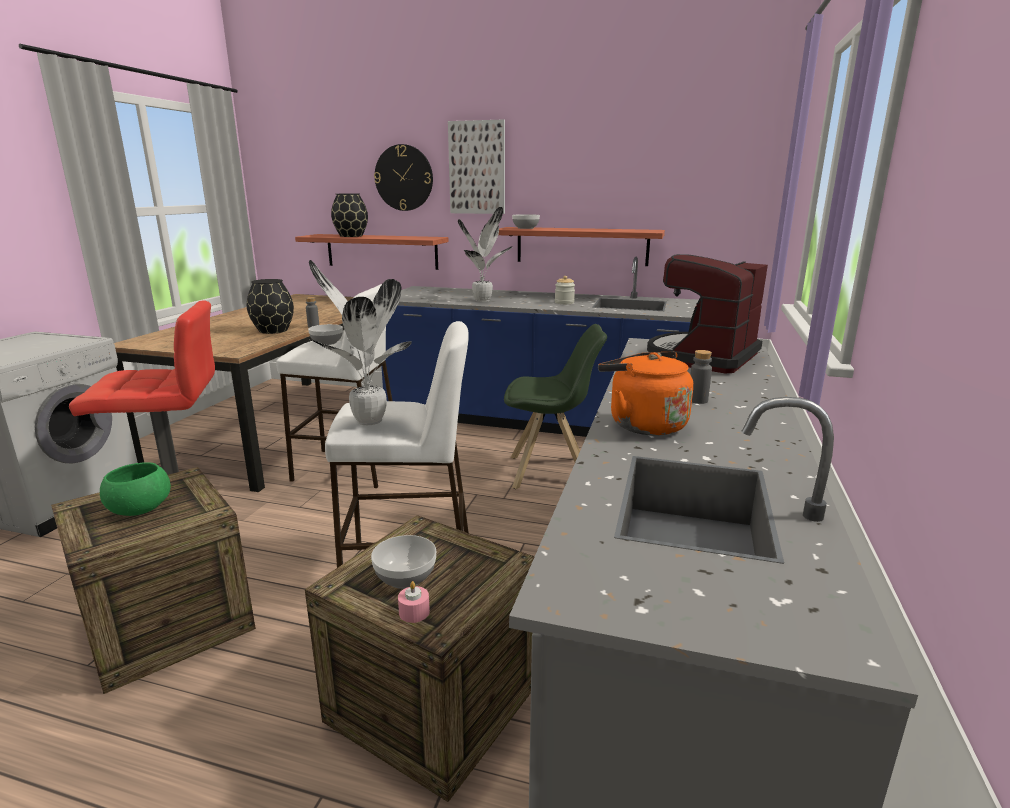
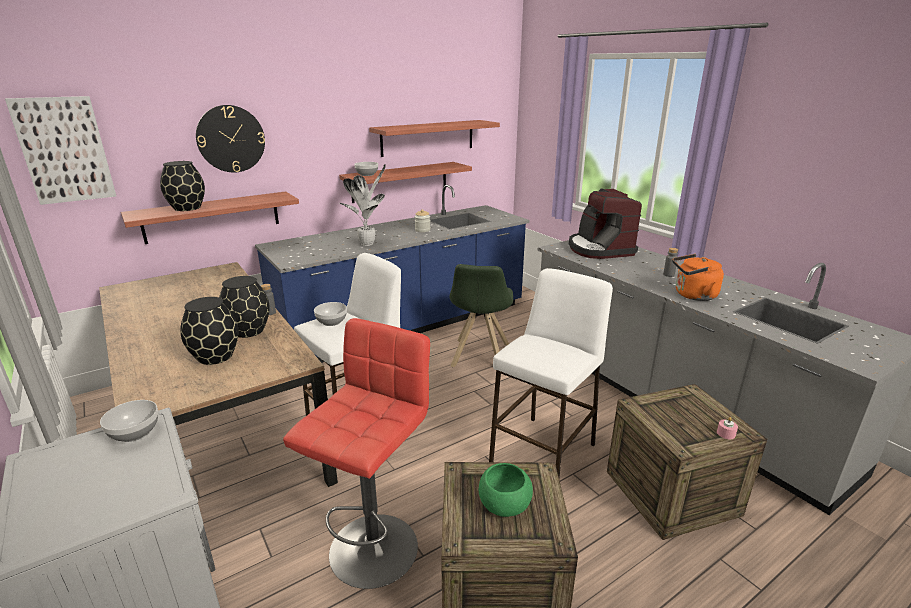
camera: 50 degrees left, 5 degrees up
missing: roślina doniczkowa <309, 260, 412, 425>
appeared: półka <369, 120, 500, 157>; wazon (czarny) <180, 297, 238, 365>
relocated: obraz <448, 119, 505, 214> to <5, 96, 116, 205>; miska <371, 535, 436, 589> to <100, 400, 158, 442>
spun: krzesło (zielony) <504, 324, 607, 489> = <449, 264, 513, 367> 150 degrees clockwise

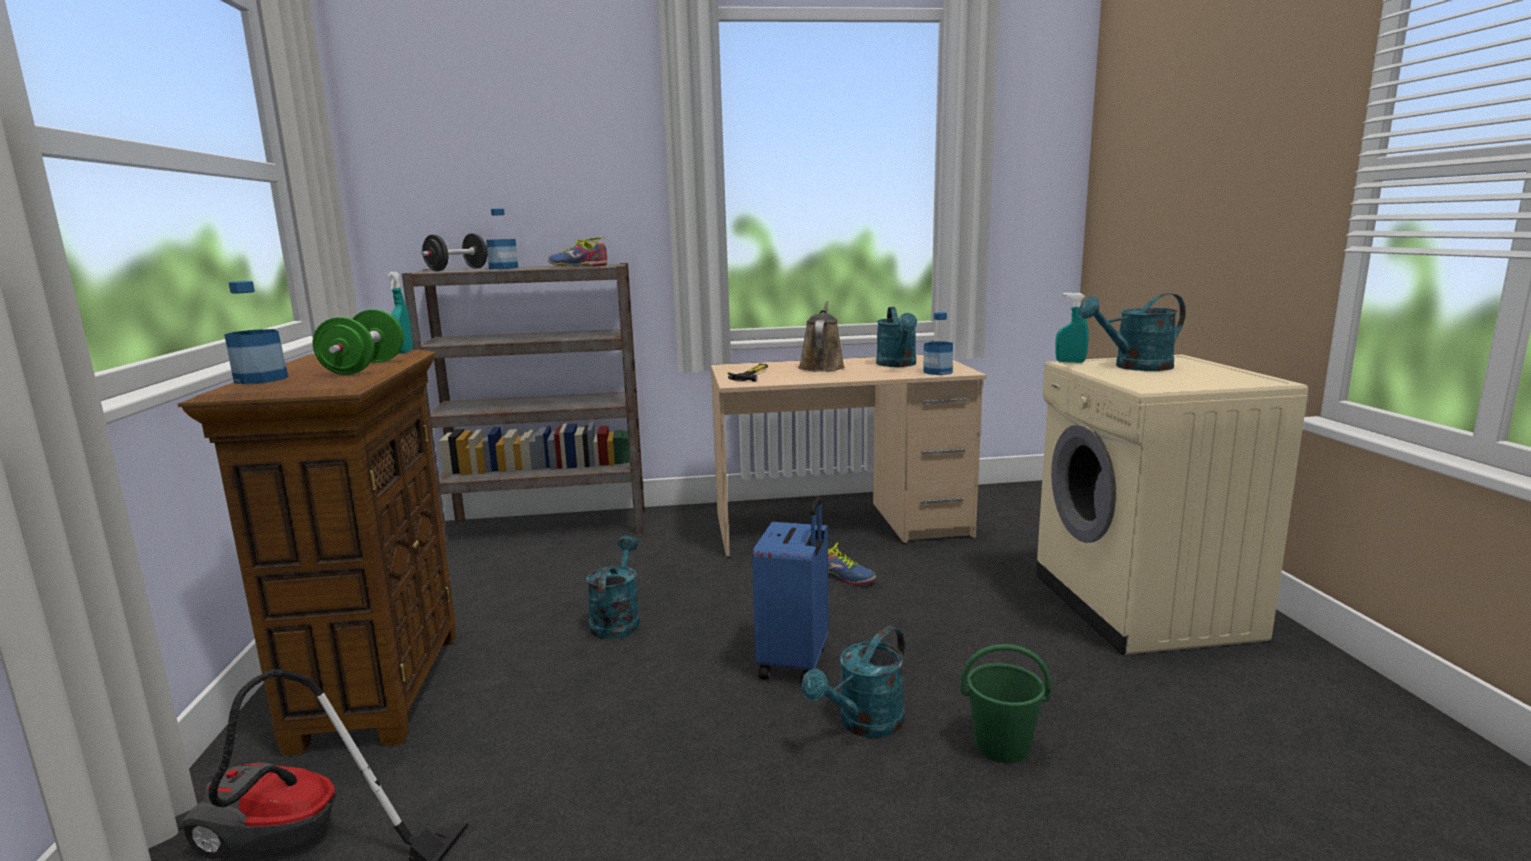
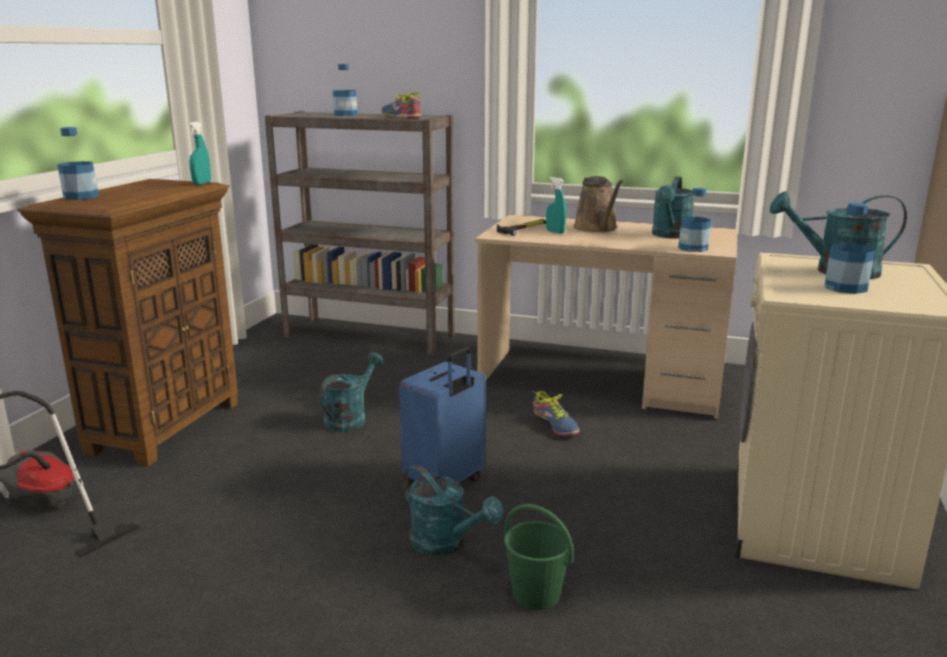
camera: 25 degrees right, 5 degrees up
missing: hantel (czarny) <421, 234, 487, 271>; hantel (zielony) <313, 309, 404, 375>
appeared: butelka <825, 203, 875, 294>
relocated: spryskiwacz (turkusowy) <1055, 293, 1089, 363> to <546, 177, 566, 234>
spun: konewka (brązowy) <798, 301, 845, 372> = <573, 176, 623, 232> 135 degrees clockwise; konewka (turkusowy) <802, 626, 905, 738> = <402, 465, 503, 556> 120 degrees counterclockwise

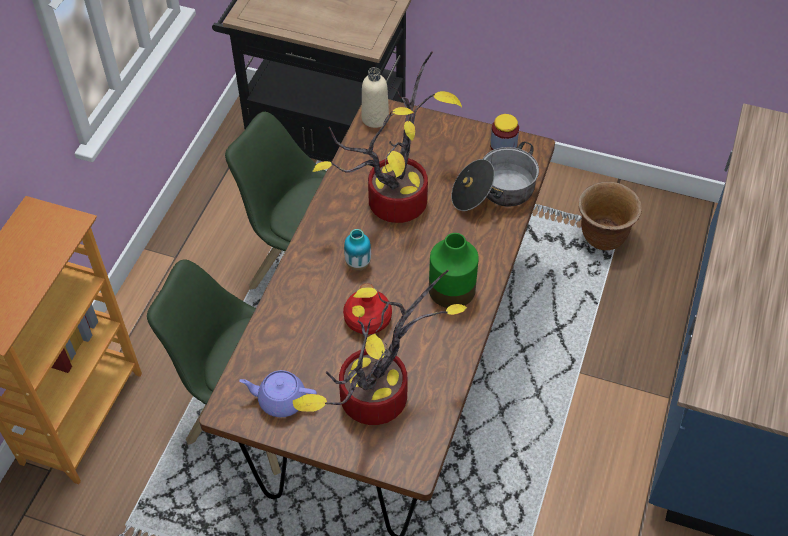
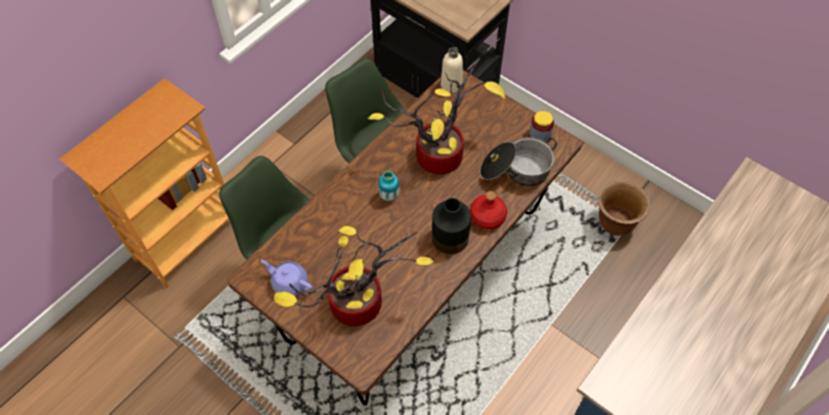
camera: 20 degrees right, 5 degrees up
relocated: butelka (czerwony) <343, 283, 392, 334> to <470, 191, 507, 229>
colour: wazon (zielony) <429, 233, 479, 308> to wazon (czarny) <432, 198, 471, 254>

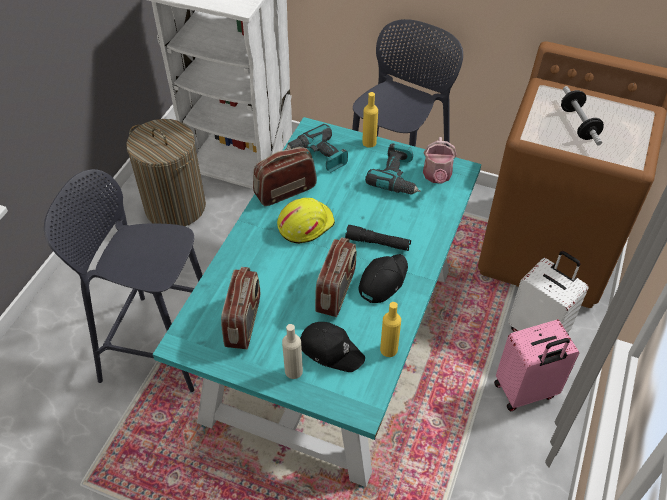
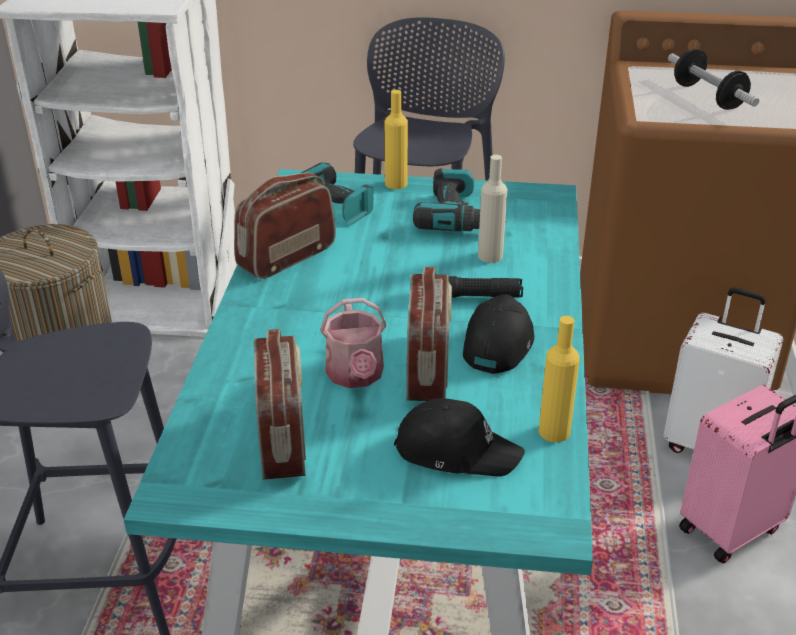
camera: 15 degrees left, 15 degrees down
missing: kask (żółty) <277, 198, 335, 244>
relocated: konewka <423, 137, 457, 183> to <320, 298, 387, 388>; butelka (beżowy) <282, 324, 303, 379> to <478, 155, 507, 263>

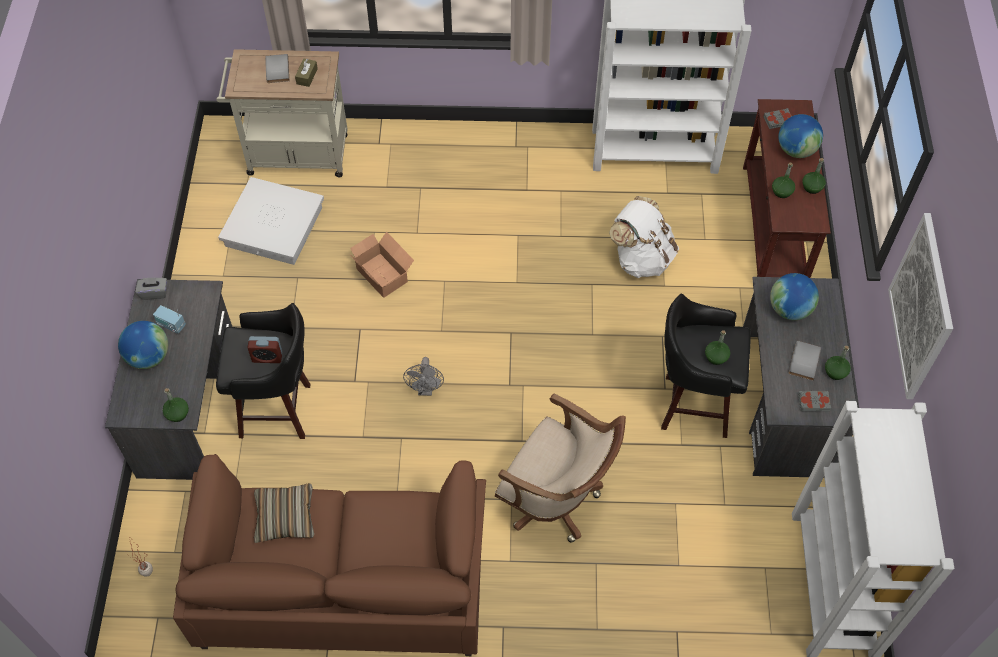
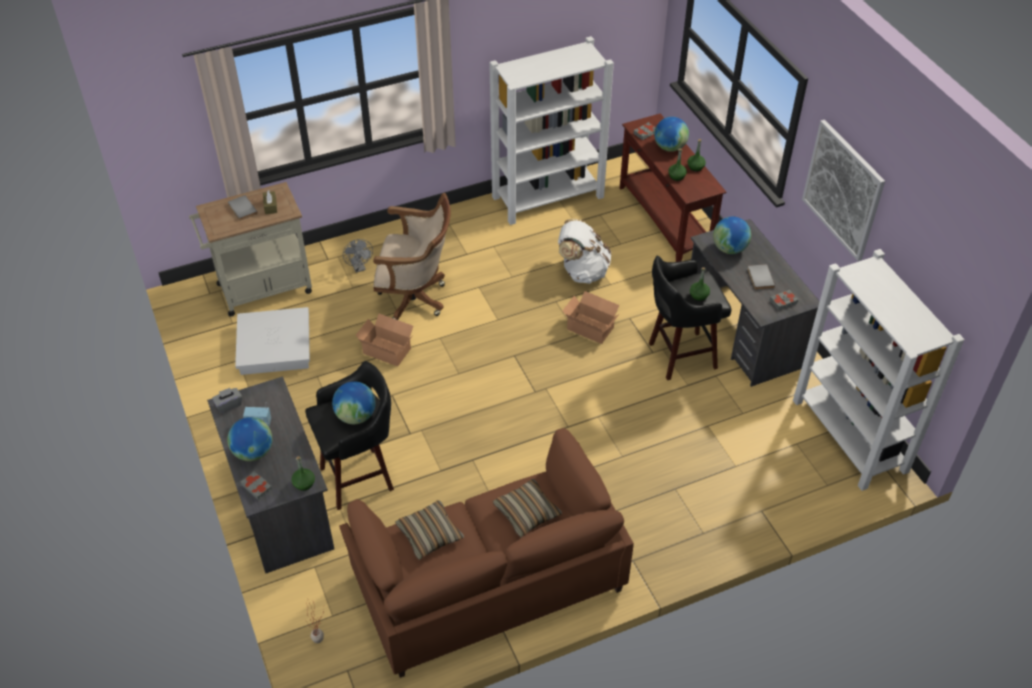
camera: 25 degrees left, 10 degrees down
missing: butelka (zielony) <825, 346, 851, 380>
appeared: karton <563, 291, 619, 344>; książka (szary) <240, 471, 272, 500>; poduszka <493, 479, 562, 537>
relocated: wentylator (szary) <403, 357, 444, 396> to <343, 239, 373, 273>; krzesło biurowe <495, 394, 626, 542> to <373, 193, 451, 320>
exchanged: budzik <248, 336, 282, 363> to globus <332, 381, 376, 424>

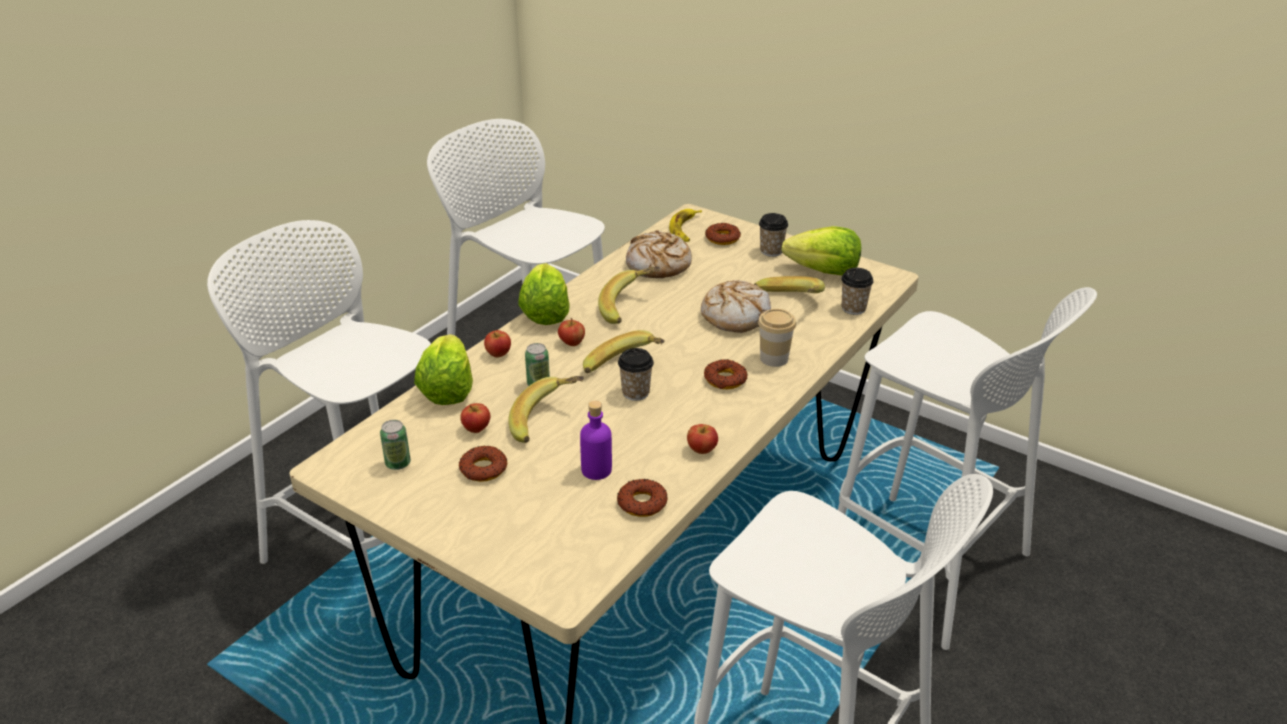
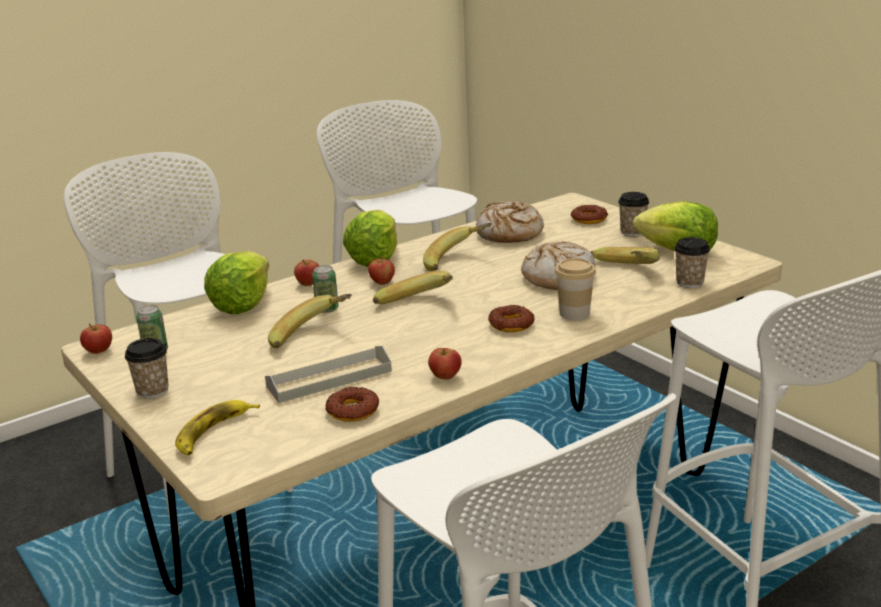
camera: 20 degrees right, 10 degrees down
missing: donut <459, 446, 507, 482>
relocated: banan <669, 209, 702, 242> to <175, 400, 260, 455>; filiżanka <618, 348, 654, 401> to <125, 338, 169, 399>; jabłko <460, 403, 490, 433> to <80, 323, 112, 354>
exchanged: butelka (fioletowy) <580, 401, 612, 480> to taca (szary) <265, 346, 392, 403>

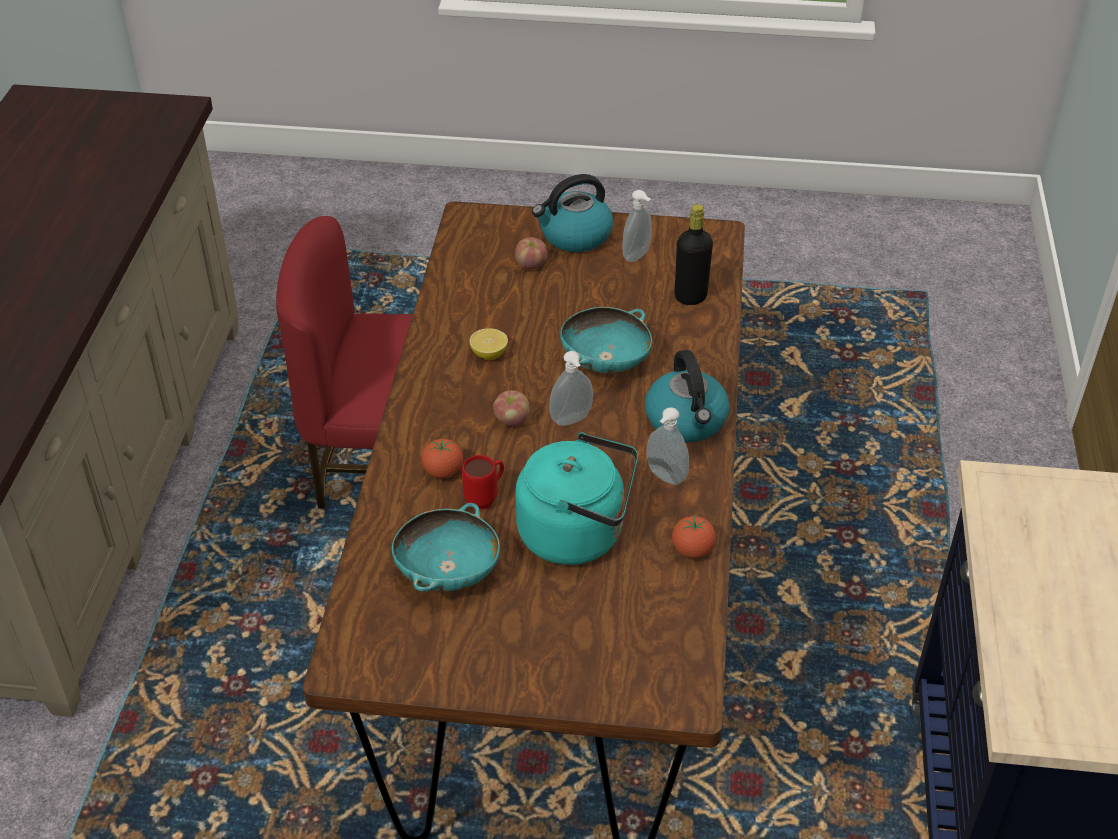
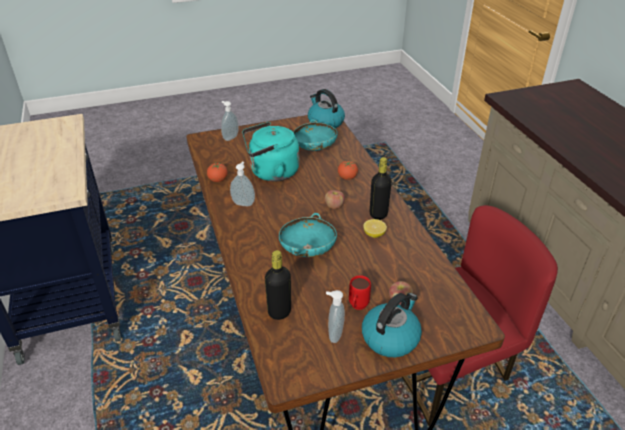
camera: 155 degrees right, 5 degrees down
appeared: butelka (czarny) <370, 157, 392, 220>
relocated: czajnik <645, 350, 730, 442> to <308, 89, 345, 128>; dozownik mydła <549, 351, 593, 426> to <221, 101, 239, 141>; kubek (czerwony) <462, 455, 504, 510> to <349, 275, 371, 310>

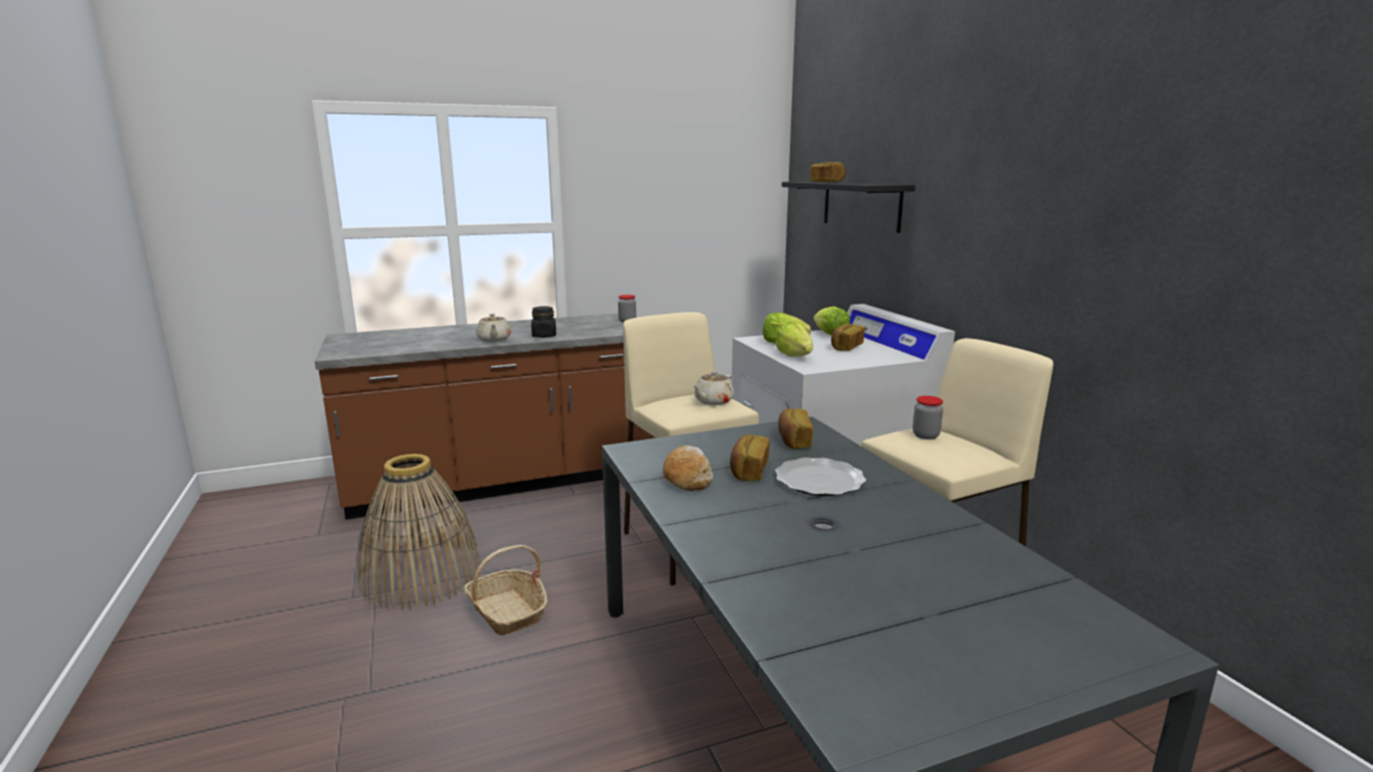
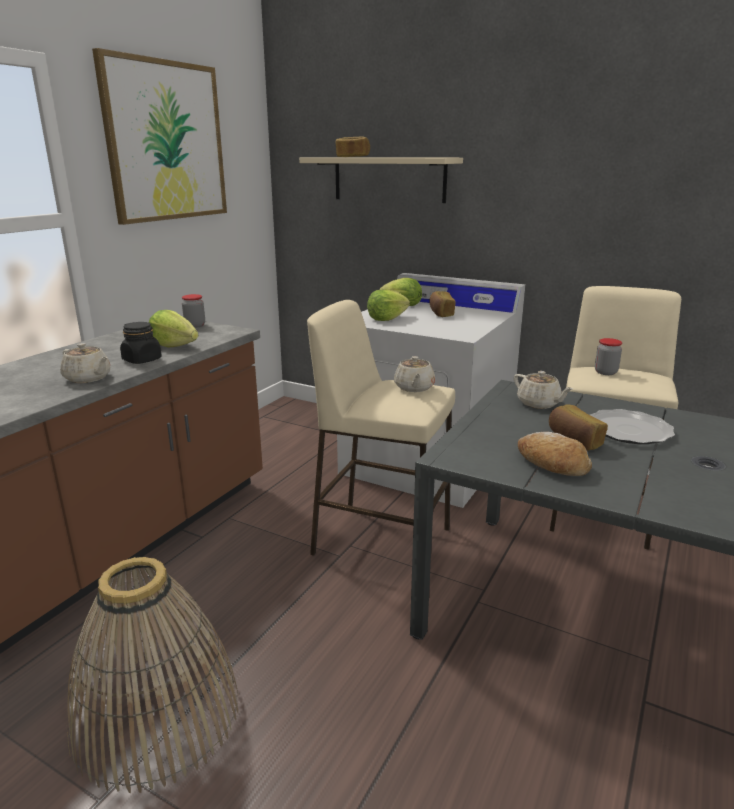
camera: 40 degrees left, 5 degrees up
missing: koszyk <464, 545, 548, 636>
appeared: obraz <92, 48, 227, 225>
relocated: sałata <775, 322, 813, 357> to <149, 310, 198, 347>
exchanged: chleb <778, 408, 813, 449> to imbryk (beżowy) <514, 371, 573, 409>
colour: półka (czarny) <782, 181, 916, 233> to półka (beżowy) <299, 157, 463, 203>

